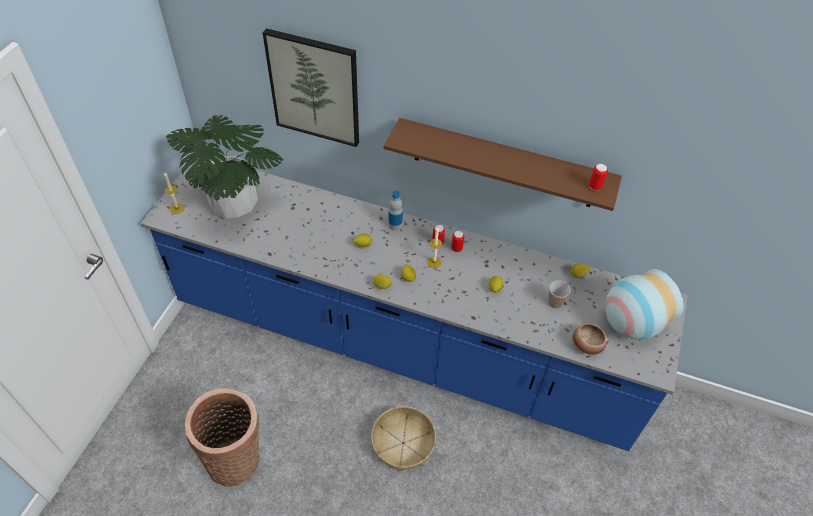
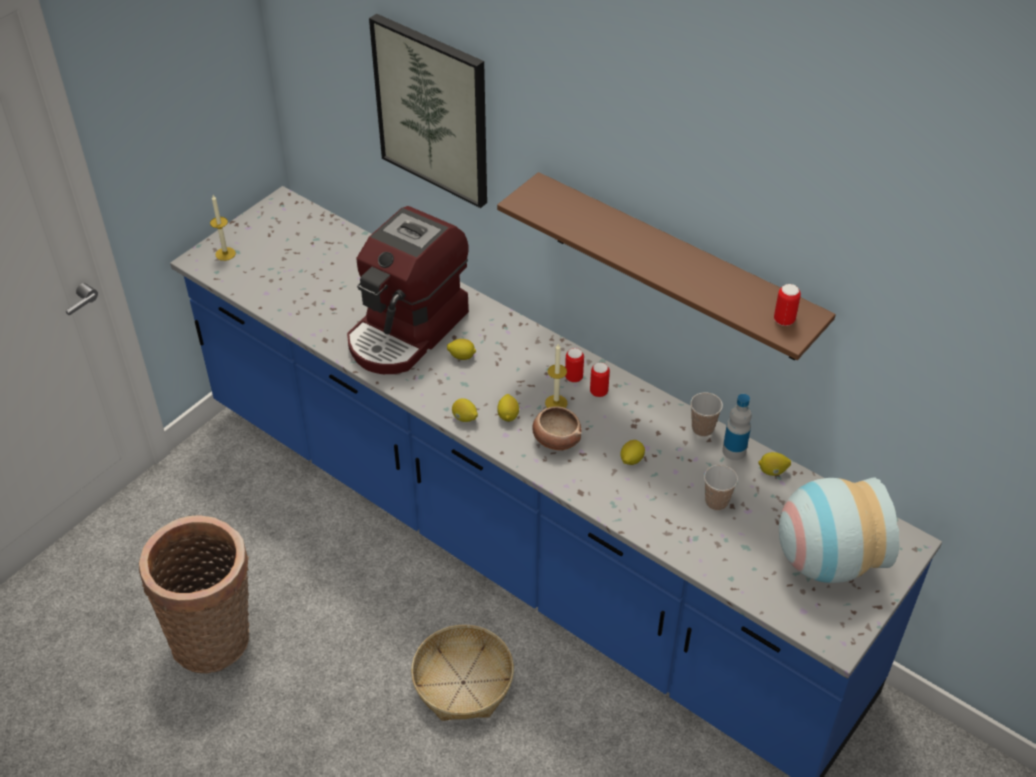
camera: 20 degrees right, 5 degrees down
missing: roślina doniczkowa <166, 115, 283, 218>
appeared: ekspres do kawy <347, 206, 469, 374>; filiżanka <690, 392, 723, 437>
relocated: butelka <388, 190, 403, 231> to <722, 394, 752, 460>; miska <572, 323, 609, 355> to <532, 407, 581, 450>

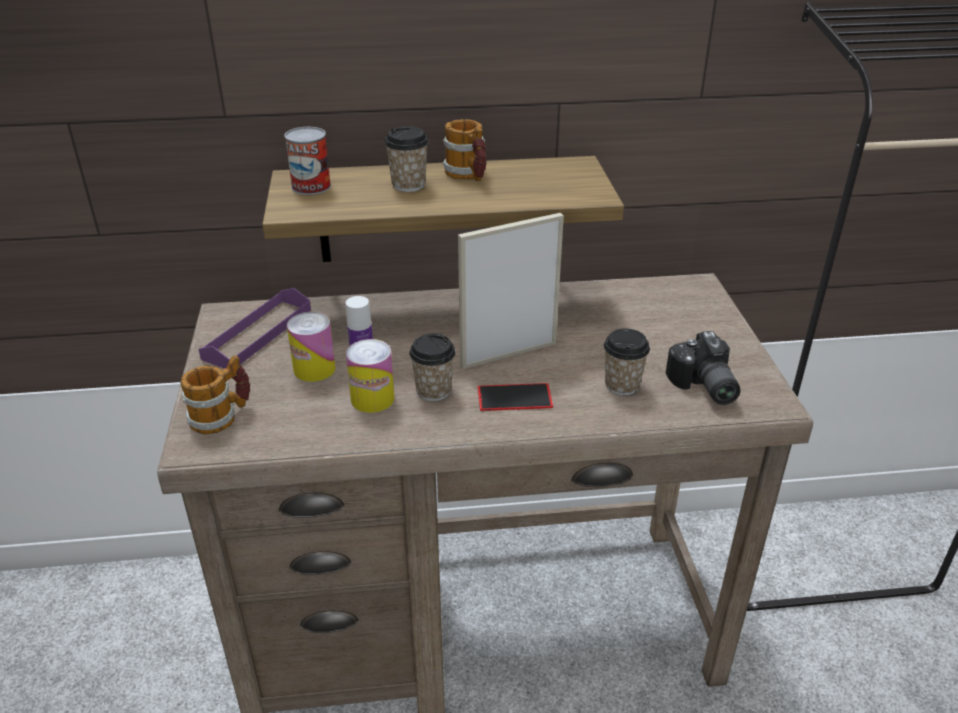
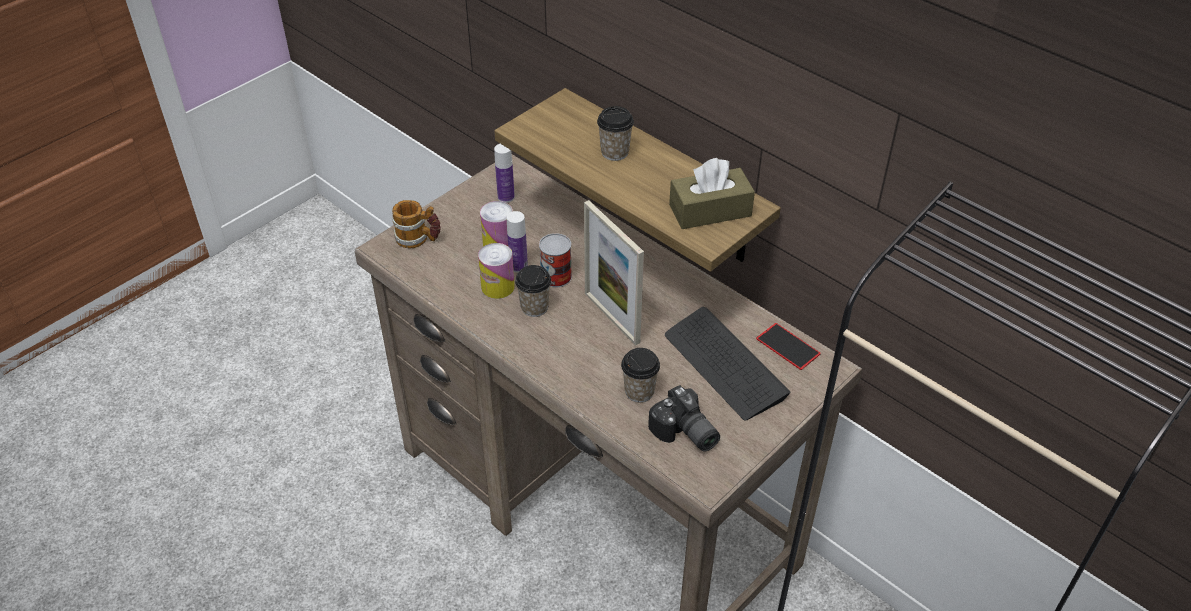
camera: 50 degrees right, 10 degrees up
missing: kubek <442, 119, 487, 181>
appeared: pudełko chusteczek (brązowy) <669, 158, 755, 229>; klawiatura <665, 307, 791, 421>
relocated: puszka <284, 127, 331, 195> to <539, 233, 572, 288>; telefon <478, 383, 553, 411> to <756, 323, 821, 370>
exchanged: taca (fioletowy) <198, 288, 311, 369> to butelka <494, 144, 515, 203>
spun: ramka na zdjęcie <458, 213, 564, 369> = <584, 200, 644, 345> 150 degrees counterclockwise; aparat fotograficzny <666, 331, 740, 405> = <648, 385, 720, 452> 75 degrees counterclockwise

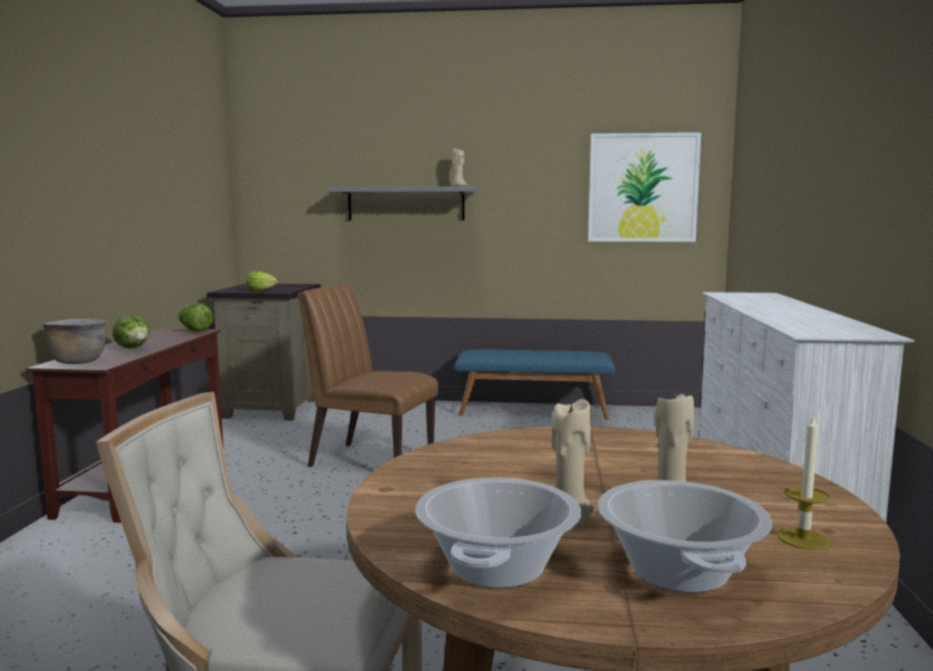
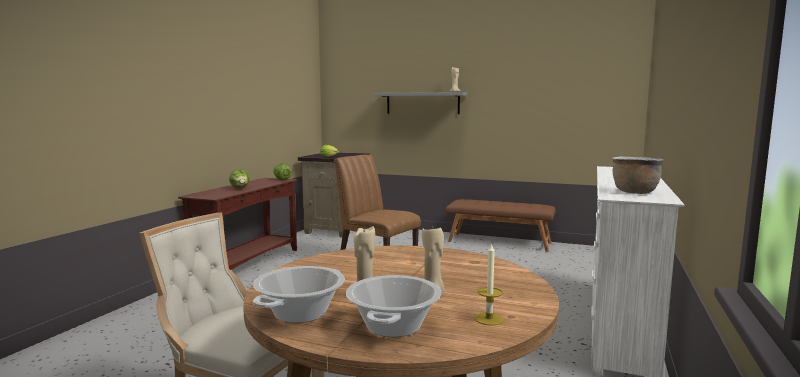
camera: 15 degrees right, 0 degrees up
missing: obraz <588, 132, 701, 242>
relocated: garnek (brązowy) <42, 319, 106, 364> to <612, 157, 664, 194>
colour: ławka (niebieski) <455, 349, 615, 420> to ławka (brązowy) <446, 199, 556, 252>

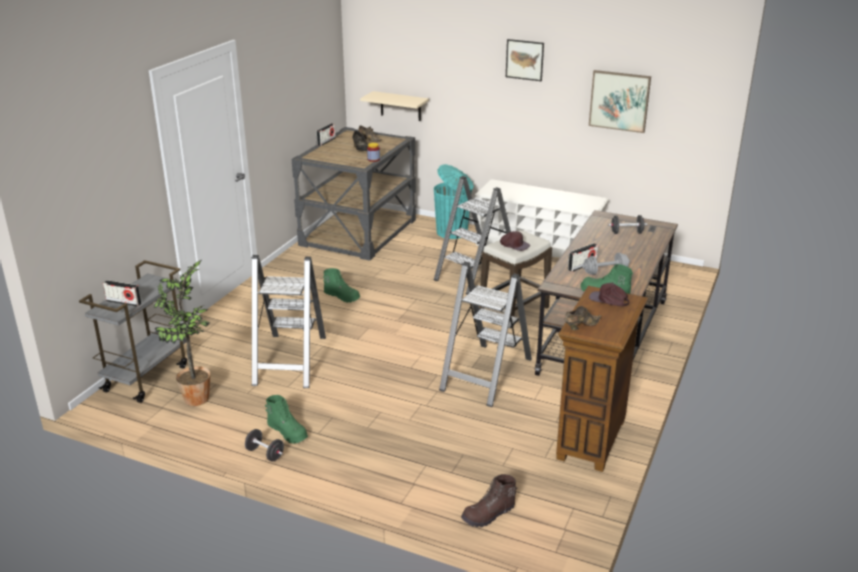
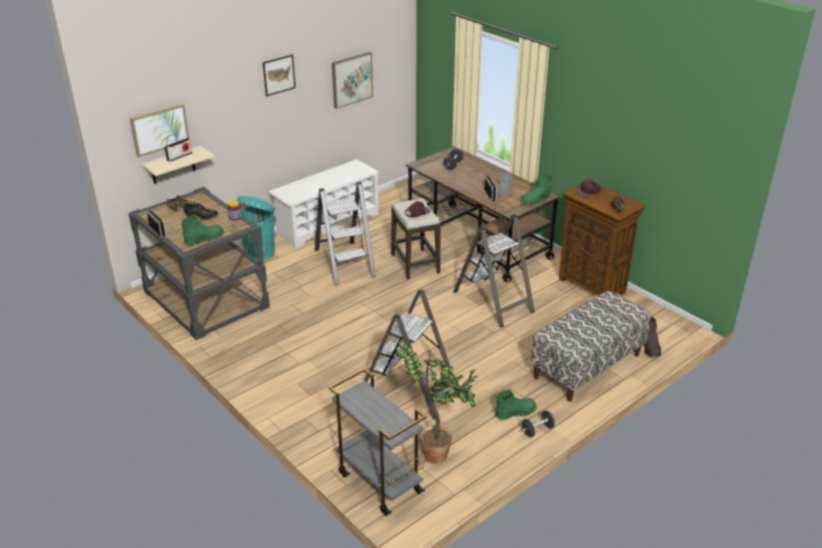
camera: 65 degrees left, 5 degrees up
appeared: obraz <130, 103, 189, 157>; ławka <531, 291, 651, 401>
relocated: but z cholewką (zielony) <323, 268, 360, 303> to <181, 215, 224, 245>; radio <103, 280, 142, 307> to <164, 138, 192, 162>

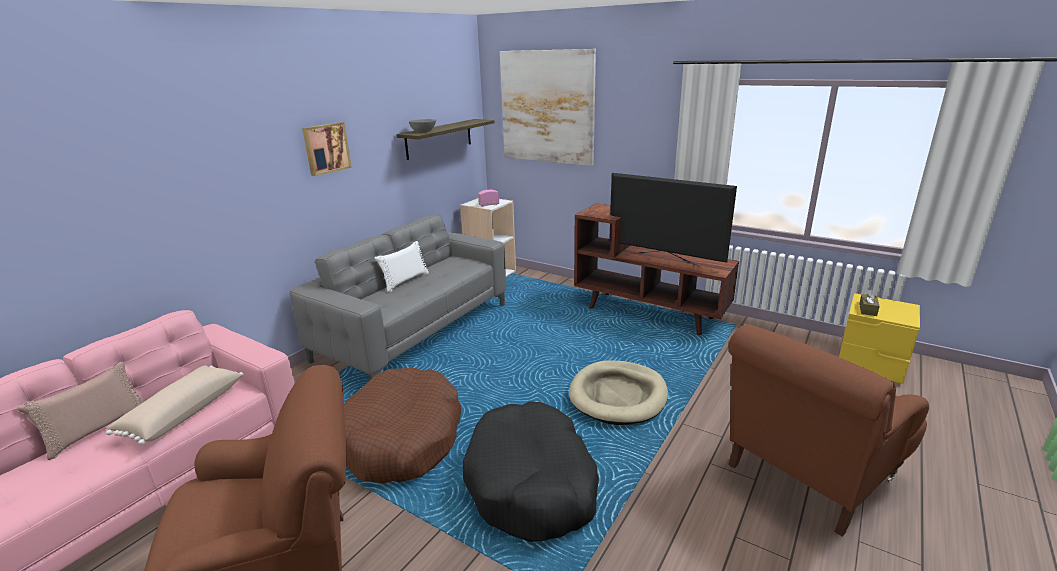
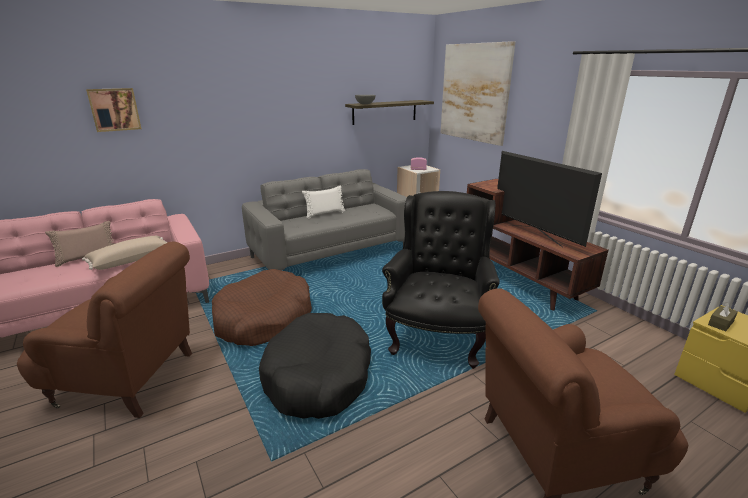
camera: 25 degrees right, 0 degrees up
relocated: obraz <302, 122, 352, 176> to <86, 88, 142, 132>
exchanged: legowisko (beżowy) <569, 360, 668, 425> to fotel (czarny) <382, 191, 500, 369>

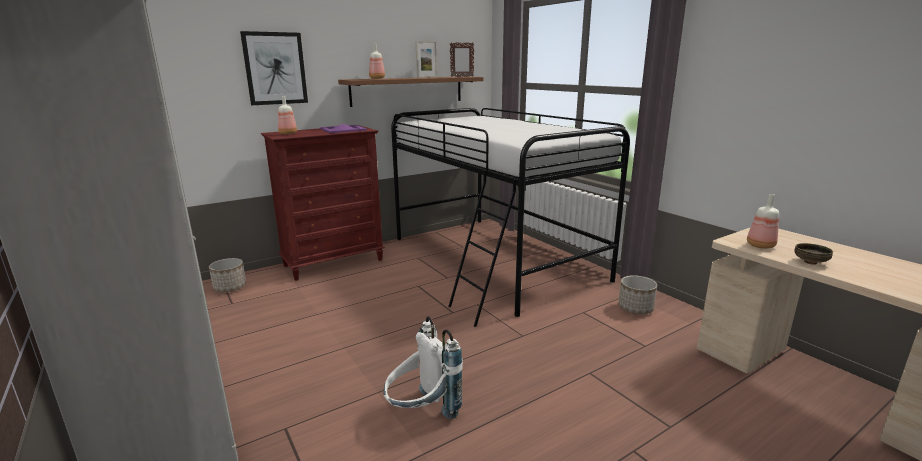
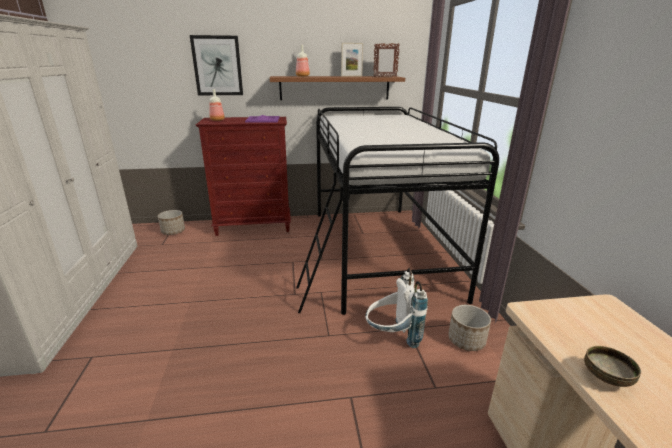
camera: 25 degrees right, 5 degrees up
missing: butelka <747, 194, 779, 249>
relocated: plecak (biały) <383, 316, 463, 419> to <365, 268, 428, 348>

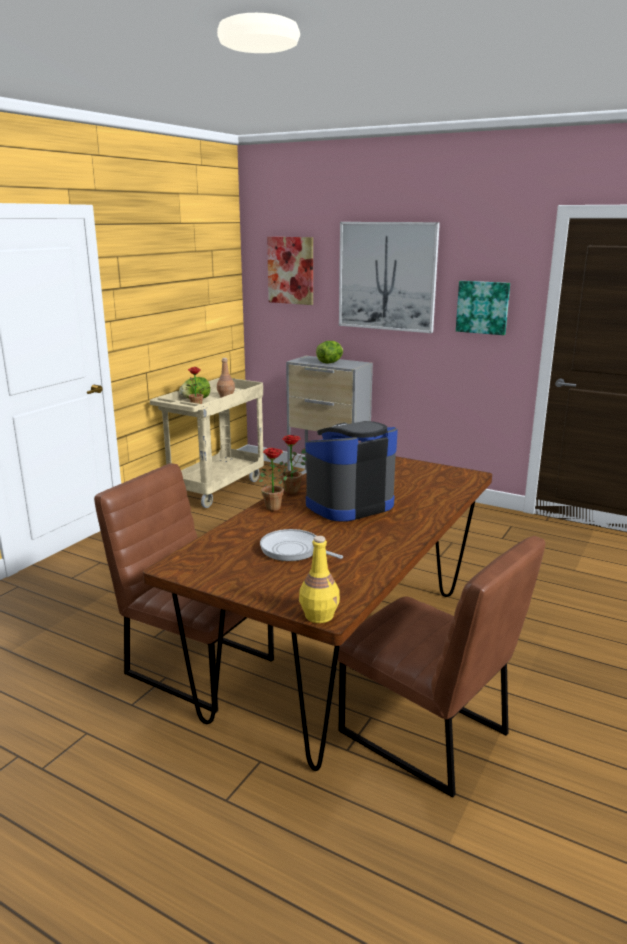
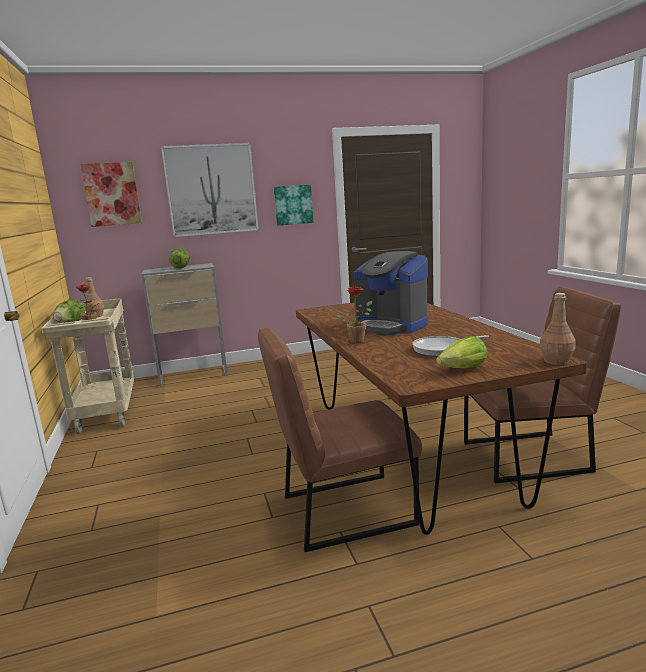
camera: 45 degrees left, 5 degrees down
missing: roślina doniczkowa <269, 435, 306, 495>
appeared: sałata <436, 336, 488, 368>
colour: butelka (żółty) <299, 536, 340, 623> to butelka (brązowy) <540, 293, 575, 365>
spun: ekspres do kawy <306, 421, 398, 522> = <354, 251, 428, 335> 60 degrees counterclockwise

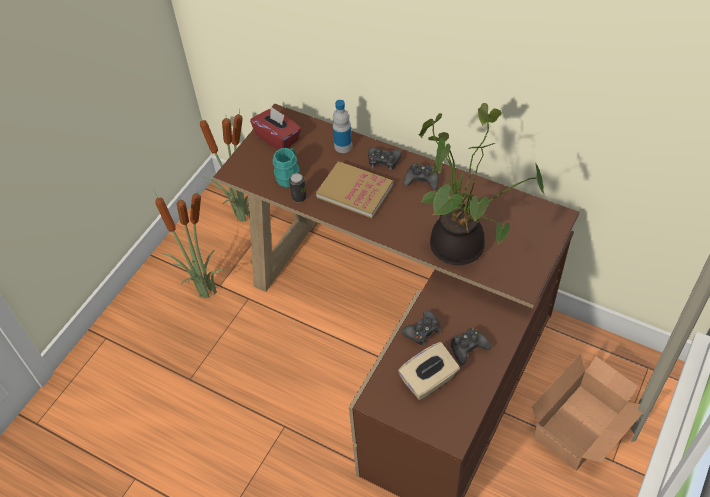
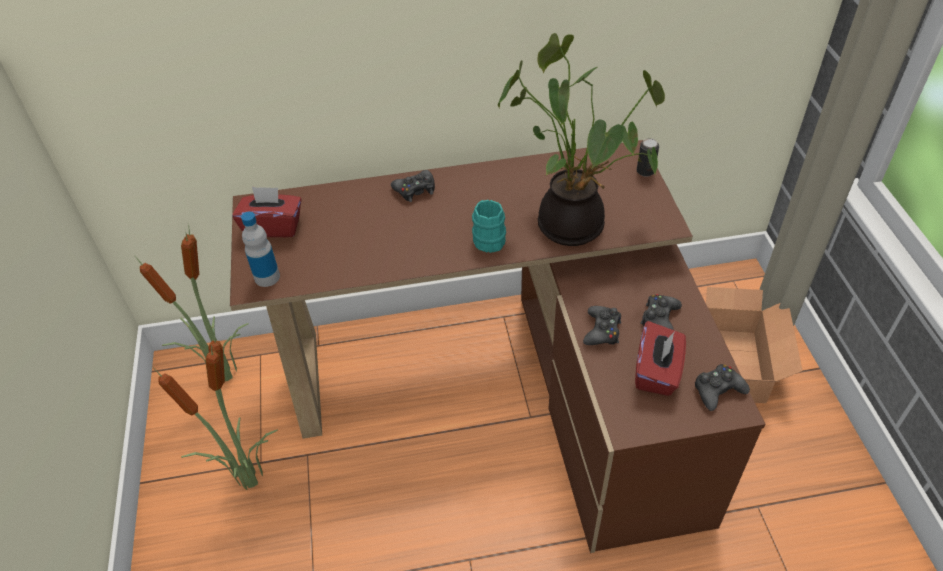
camera: 40 degrees left, 5 degrees down
missing: książka <316, 161, 393, 218>
relocated: butelka <333, 100, 352, 153> to <241, 212, 280, 287>; kubek (turkusowy) <272, 148, 300, 188> to <472, 200, 506, 253>; pad do gier (czarny) <404, 163, 439, 190> to <695, 364, 750, 411>; puszka <289, 173, 307, 202> to <637, 138, 659, 177>
colour: pudełko chusteczek (beżowy) <398, 342, 460, 400> to pudełko chusteczek (czerwony) <635, 321, 686, 396>

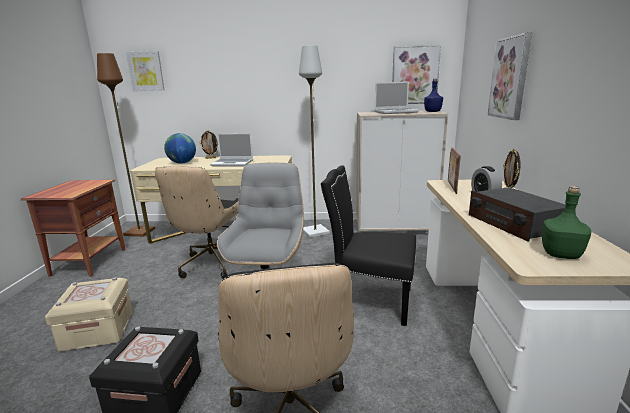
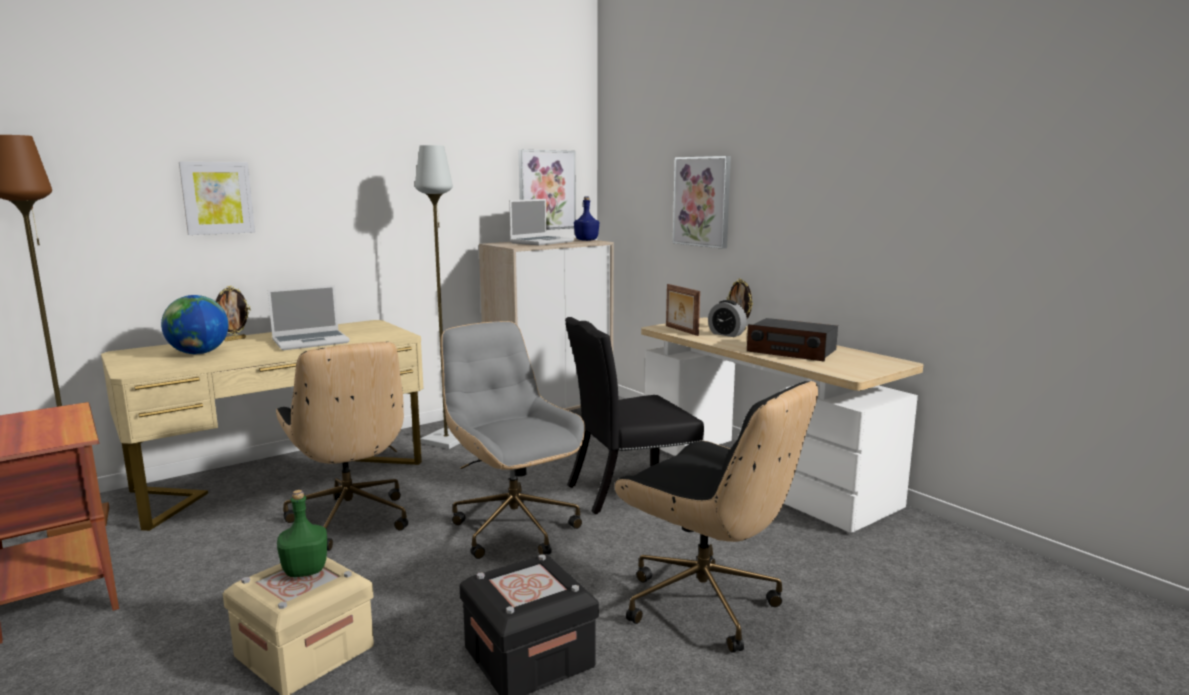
camera: 40 degrees left, 5 degrees down
relocated: obraz <126, 51, 164, 91> to <179, 162, 255, 235>; butelka (zielony) <542, 186, 592, 259> to <277, 490, 327, 577>

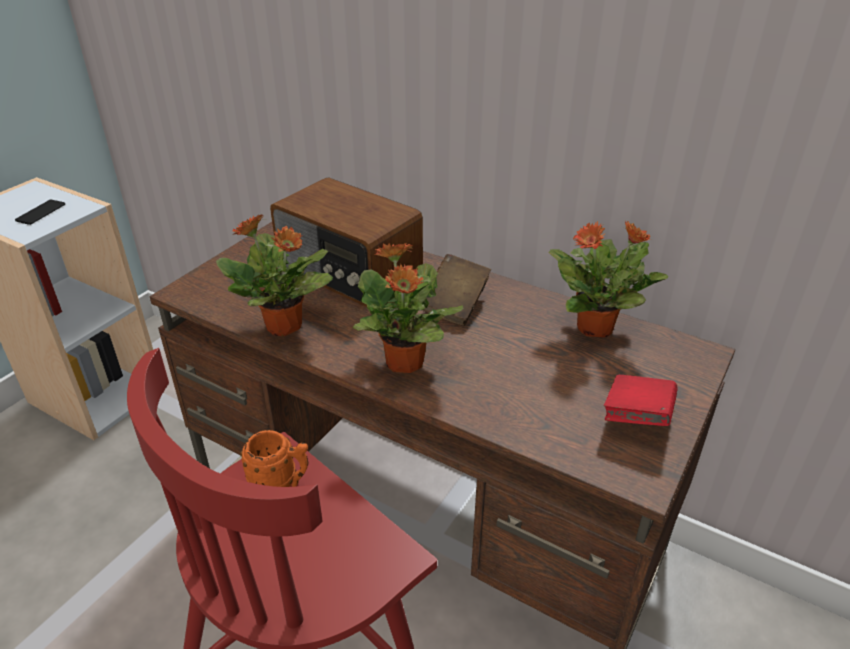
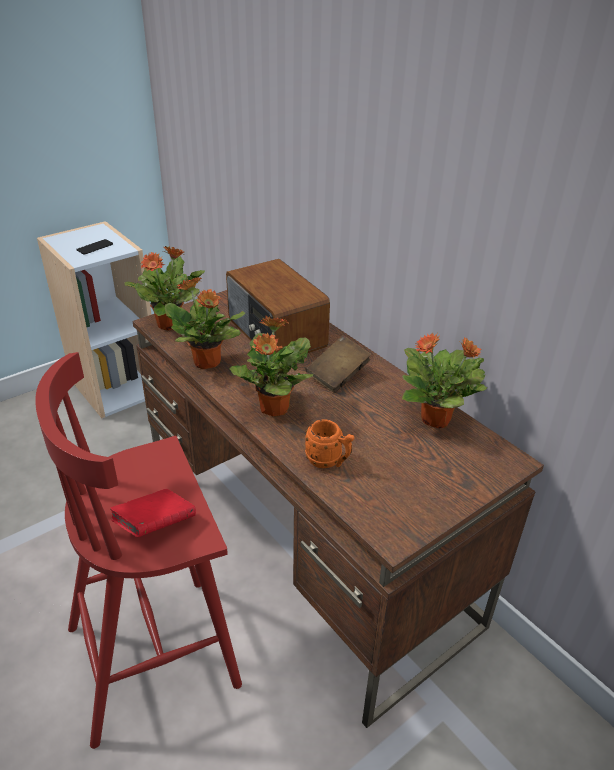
camera: 20 degrees right, 0 degrees up
appeared: roślina doniczkowa <124, 246, 205, 331>
relocated: książka (czerwony) <604, 375, 678, 426> to <110, 489, 196, 538>; kubek (pomarańczowy) <240, 430, 308, 487> to <305, 419, 354, 468>

